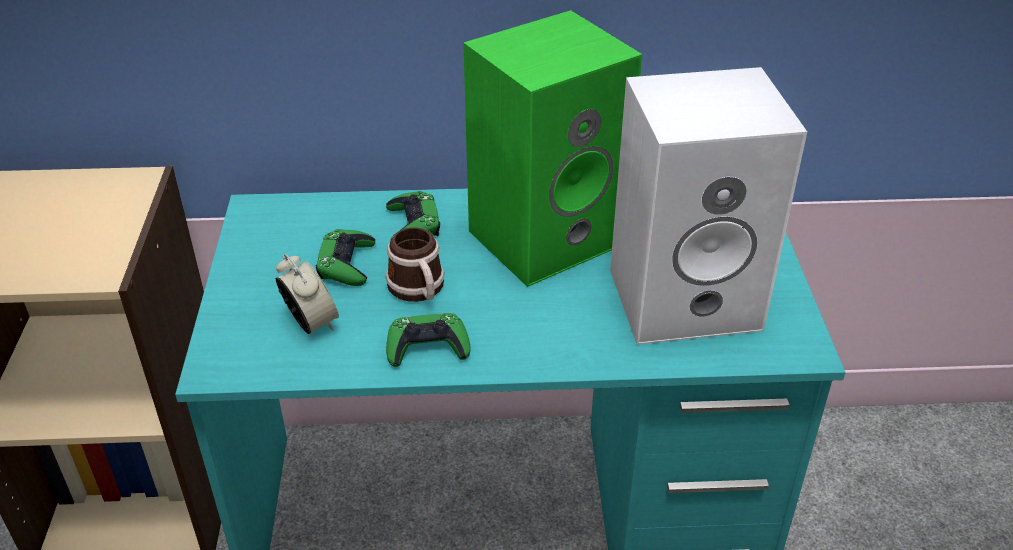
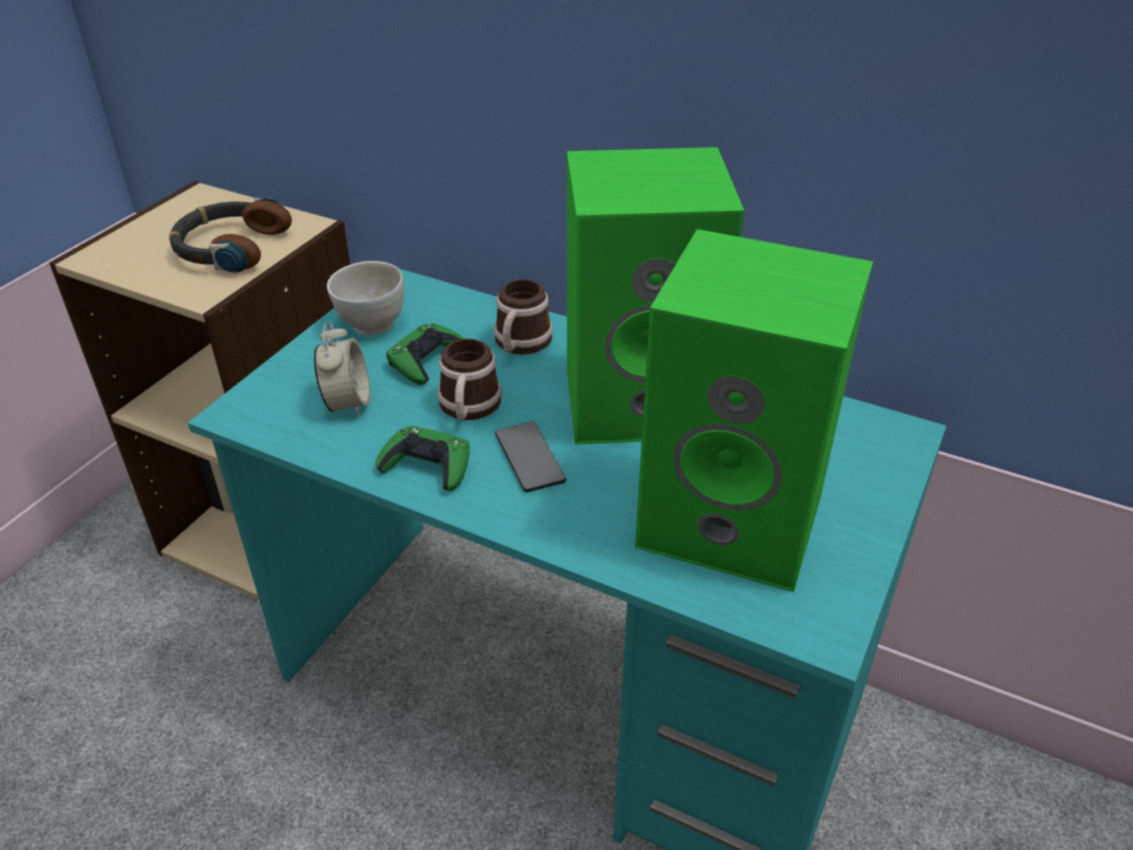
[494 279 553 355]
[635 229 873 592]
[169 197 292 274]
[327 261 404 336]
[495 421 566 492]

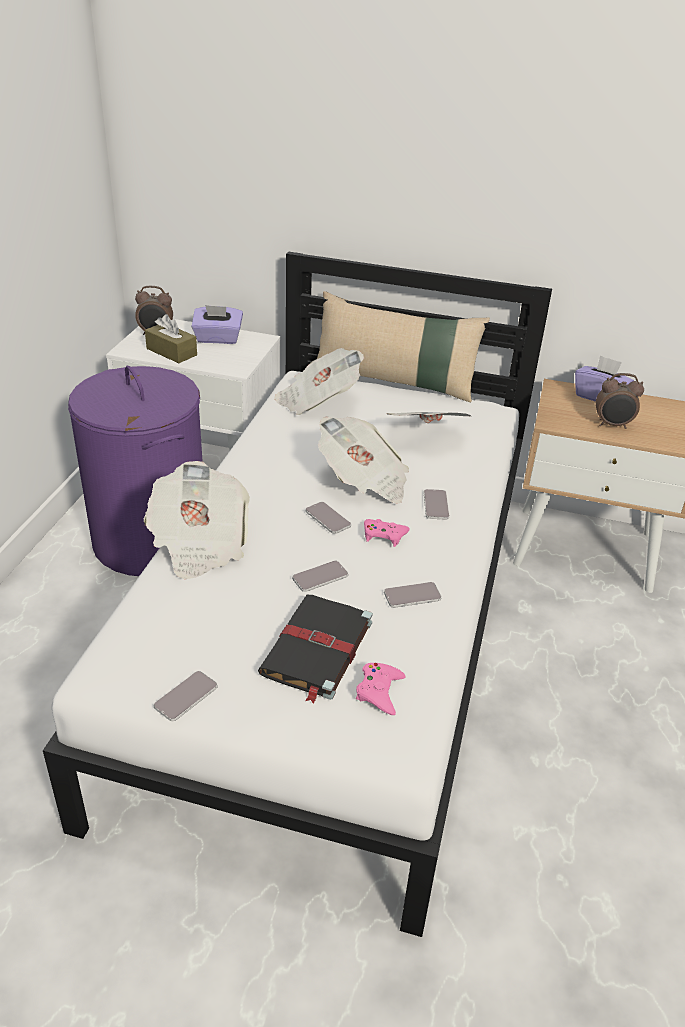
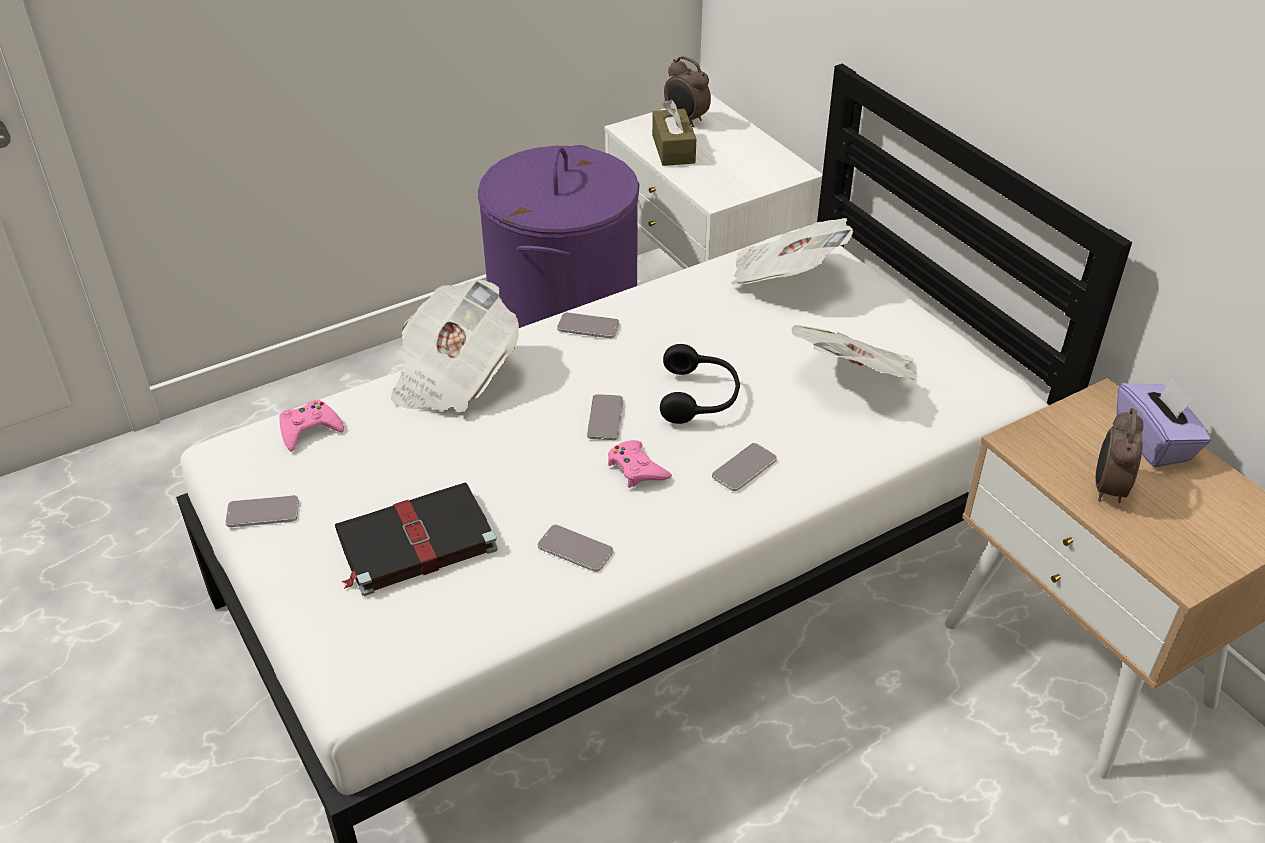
[191 305 243 344] (first image)
[557 312 620 338]
[317 291 490 402] (first image)
[660 344 740 424]
[279 400 344 452]
[1096 408 1143 503]

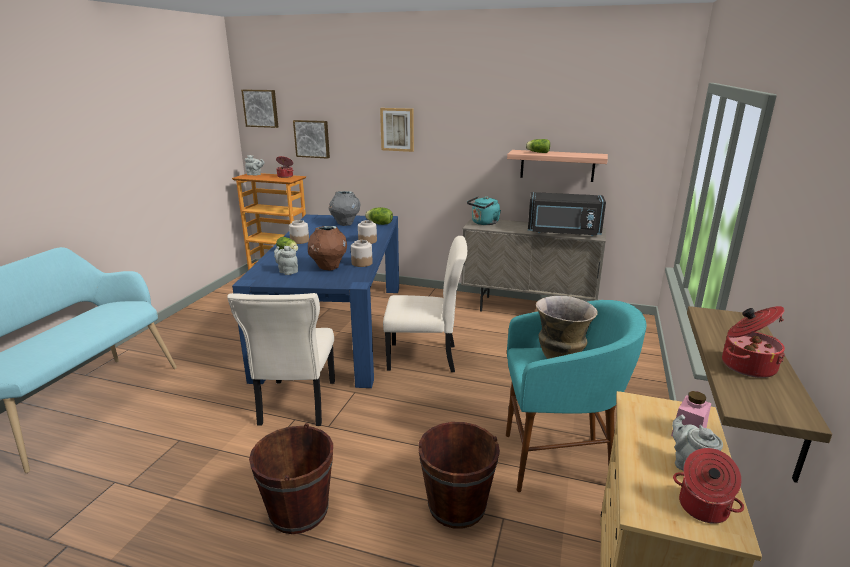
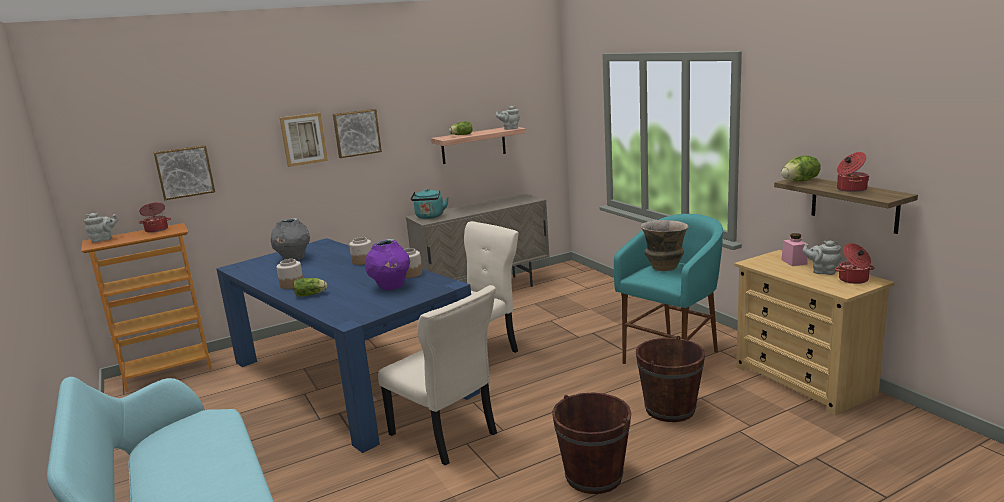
[333 109 382 158]
[496 106 520 130]
[365 239 410 290]
[781 156 821 182]
[528 192 606 236] (first image)

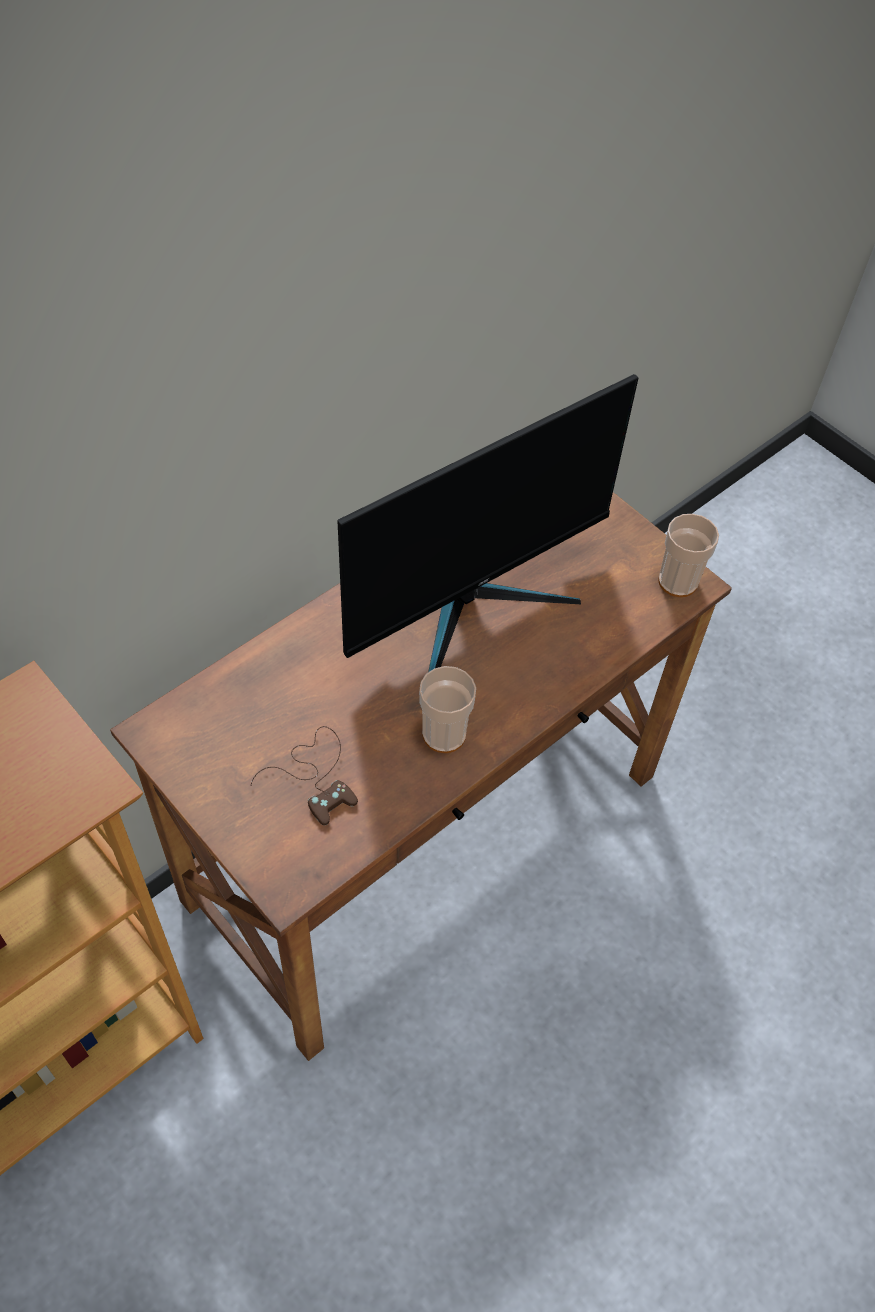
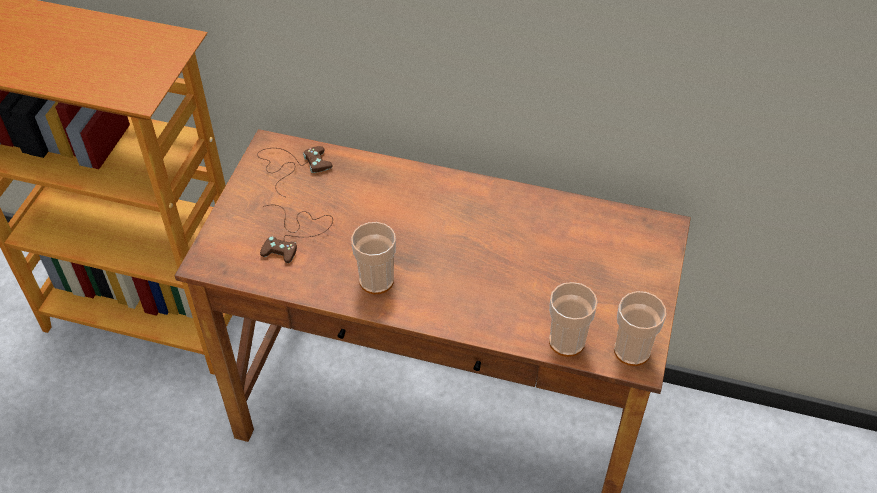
[337 374 639 672] (first image)
[257 146 332 197]
[549 282 597 357]

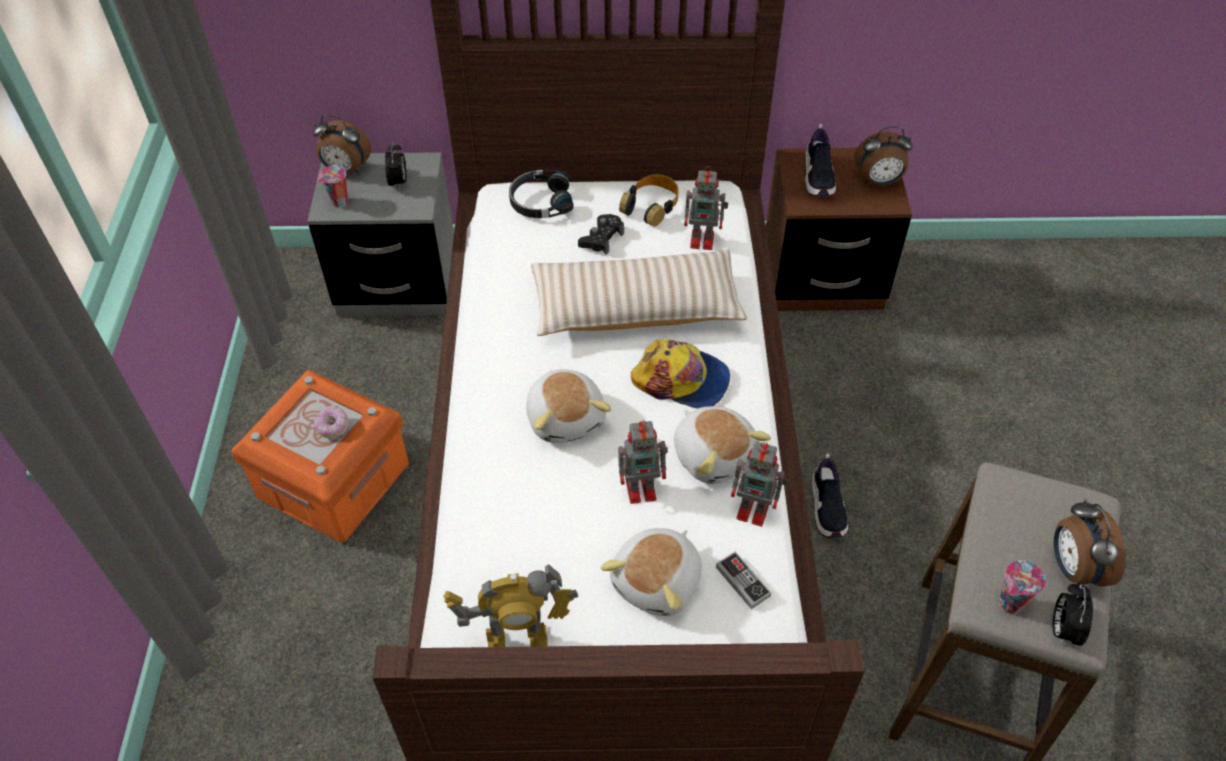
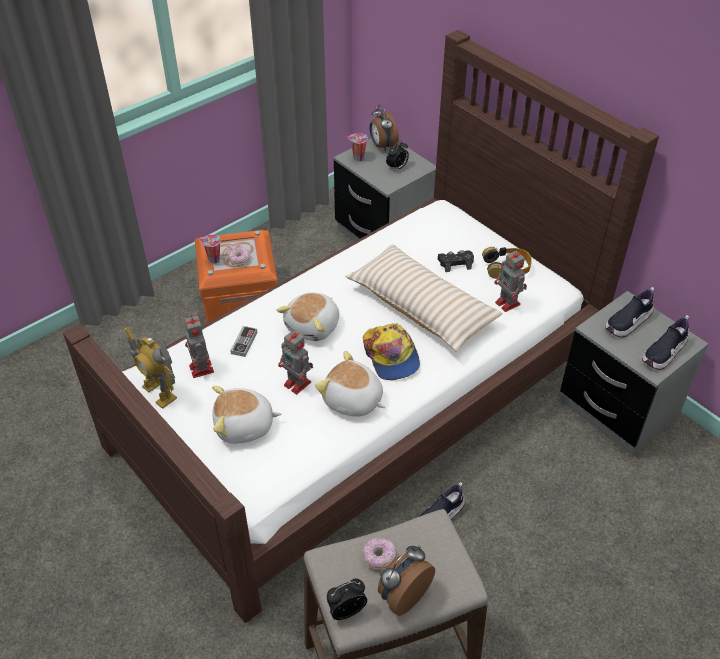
[509 170 573 218] (first image)
[315 351 385 417]
[230 326 257 357]
[185 315 214 378]
[560 291 708 456]
[642 315 689 370]
[199 234 221 264]
[363 538 396 570]

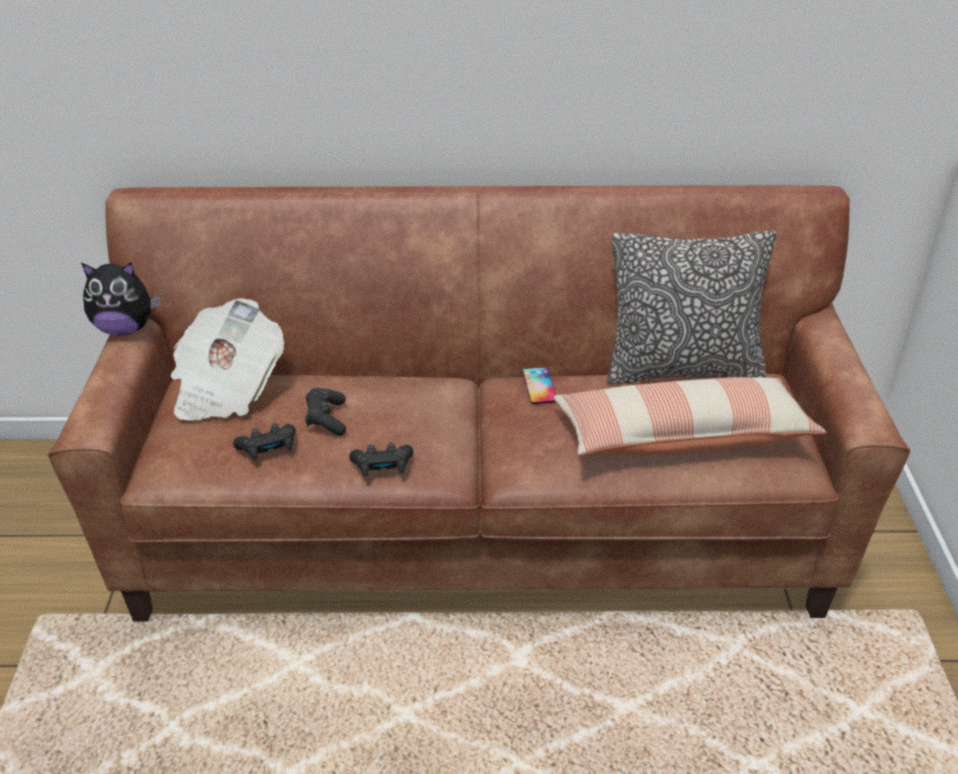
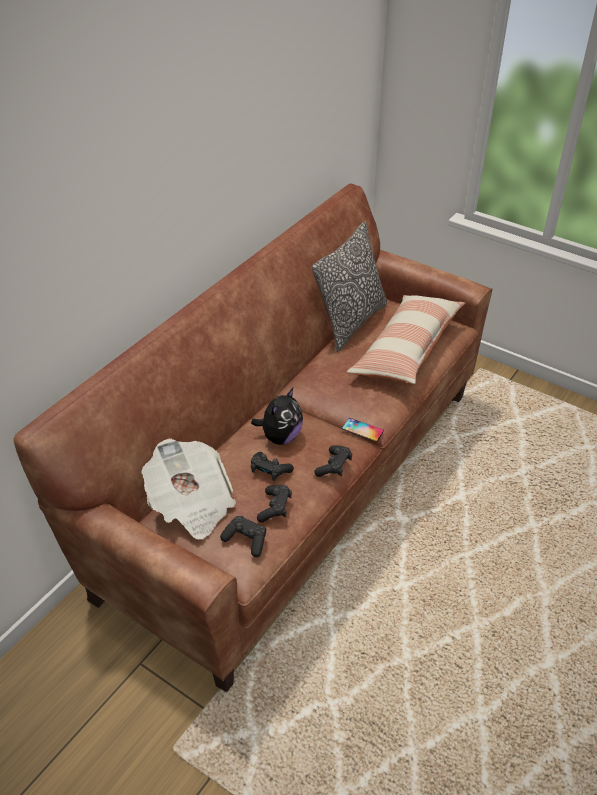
[251 388 303 445]
[342 418 384 442]
[220 516 266 557]

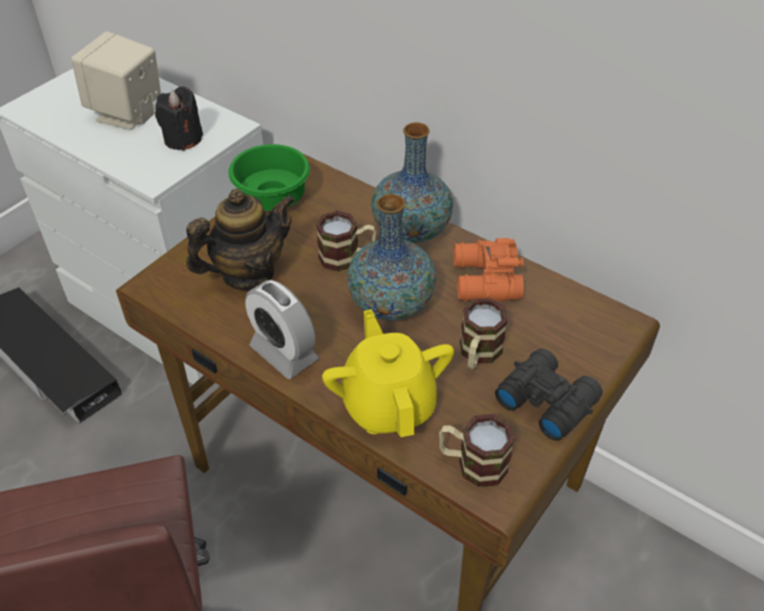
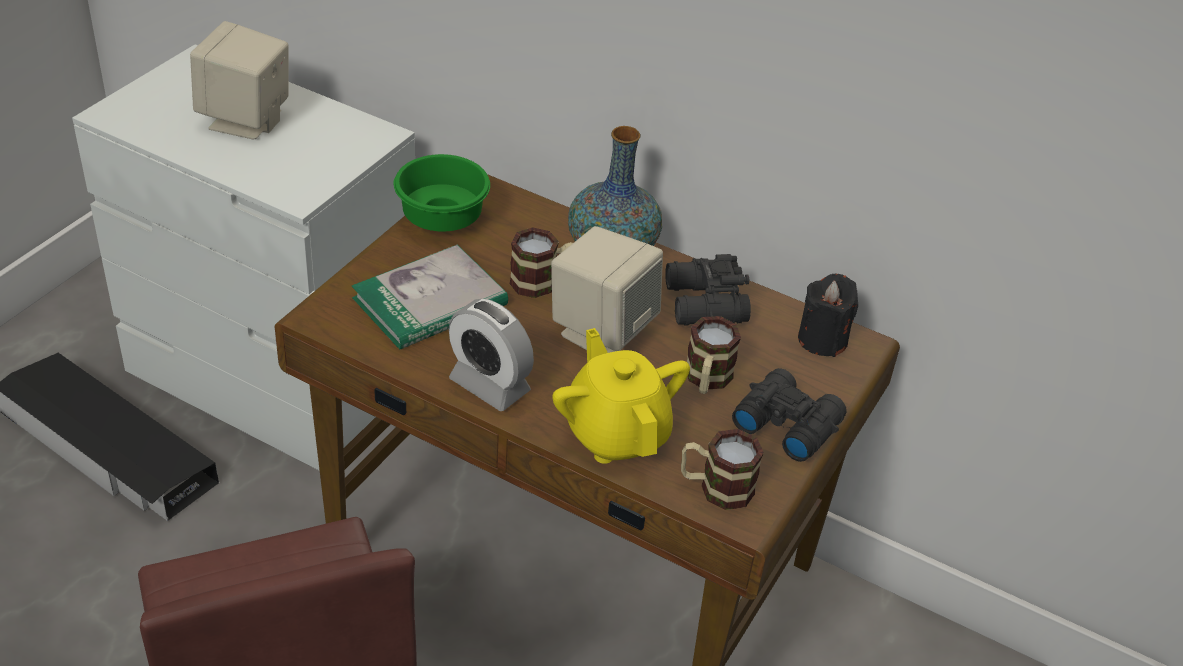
[798 274 858 357]
[352 245 508 350]
[551 226 663 353]
[665 254 751 326]

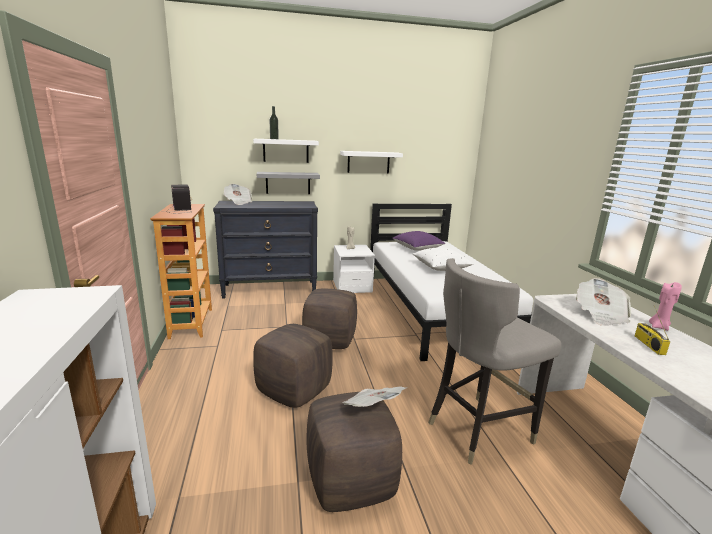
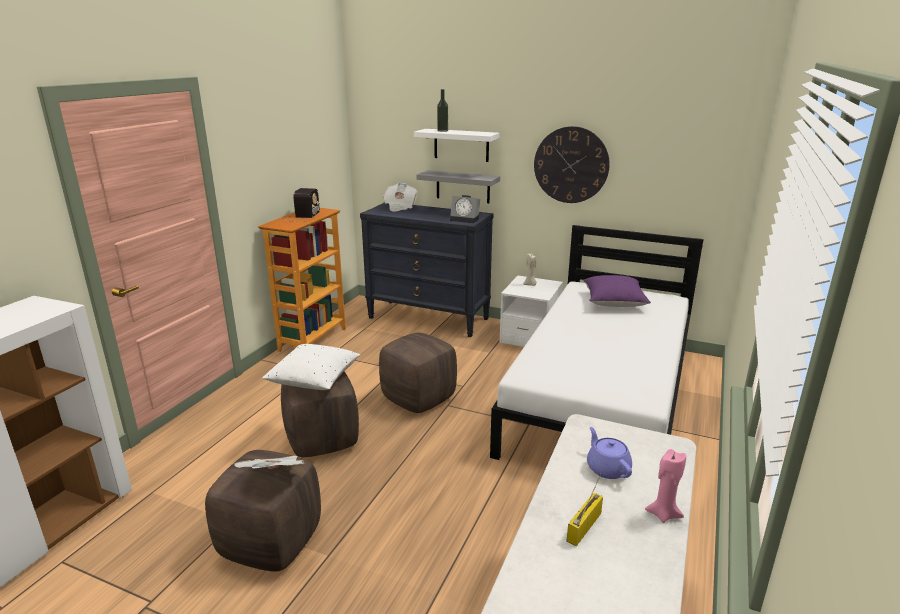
[534 126 610 203]
[262 344 360 390]
[428 258 561 465] (first image)
[587 427 632 479]
[450 195 480 223]

